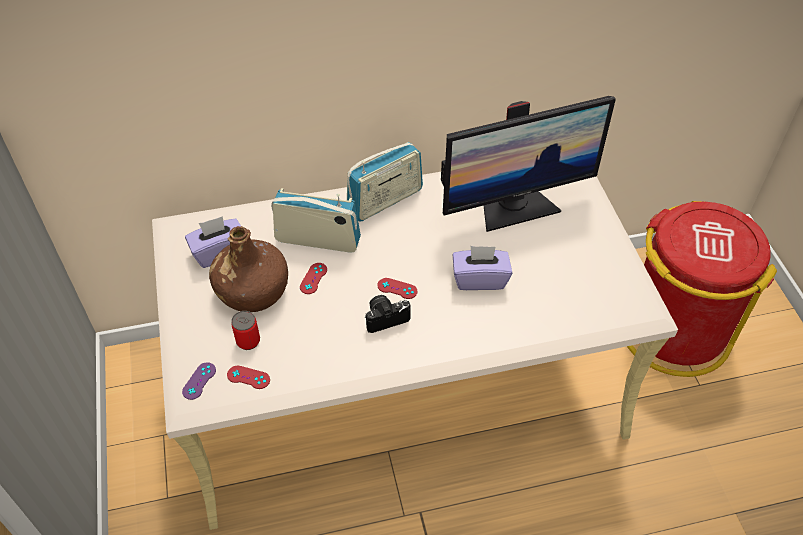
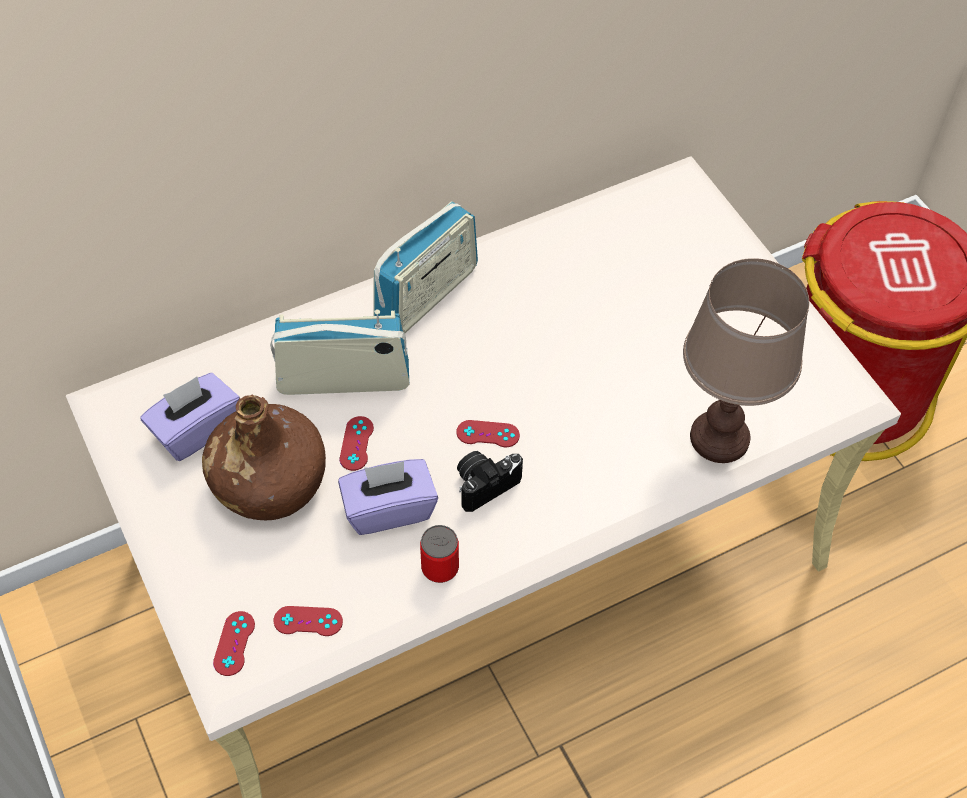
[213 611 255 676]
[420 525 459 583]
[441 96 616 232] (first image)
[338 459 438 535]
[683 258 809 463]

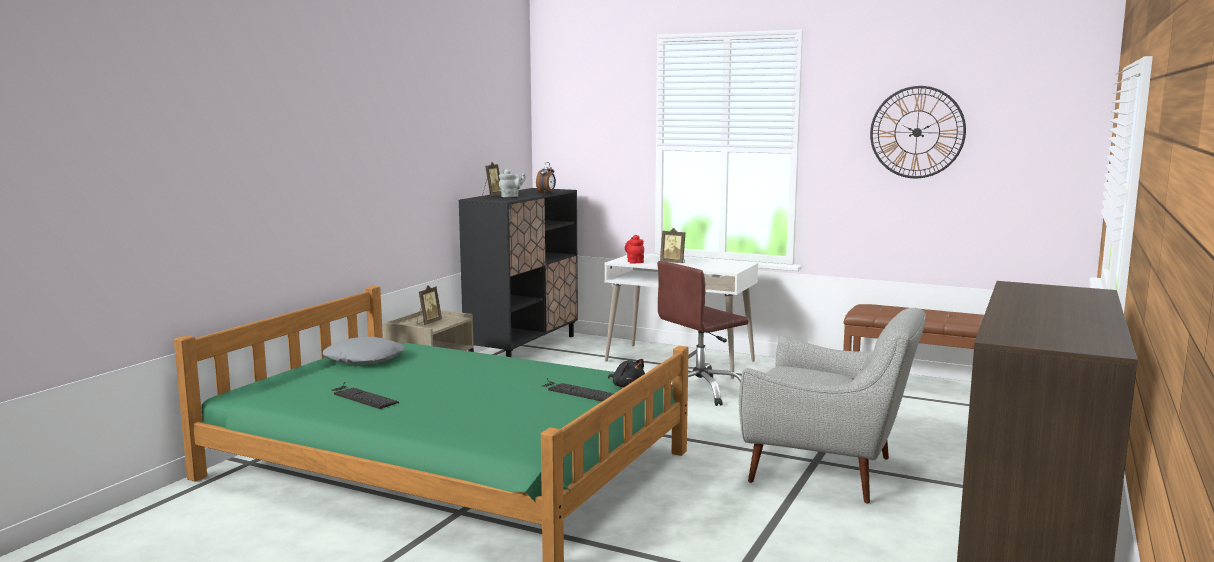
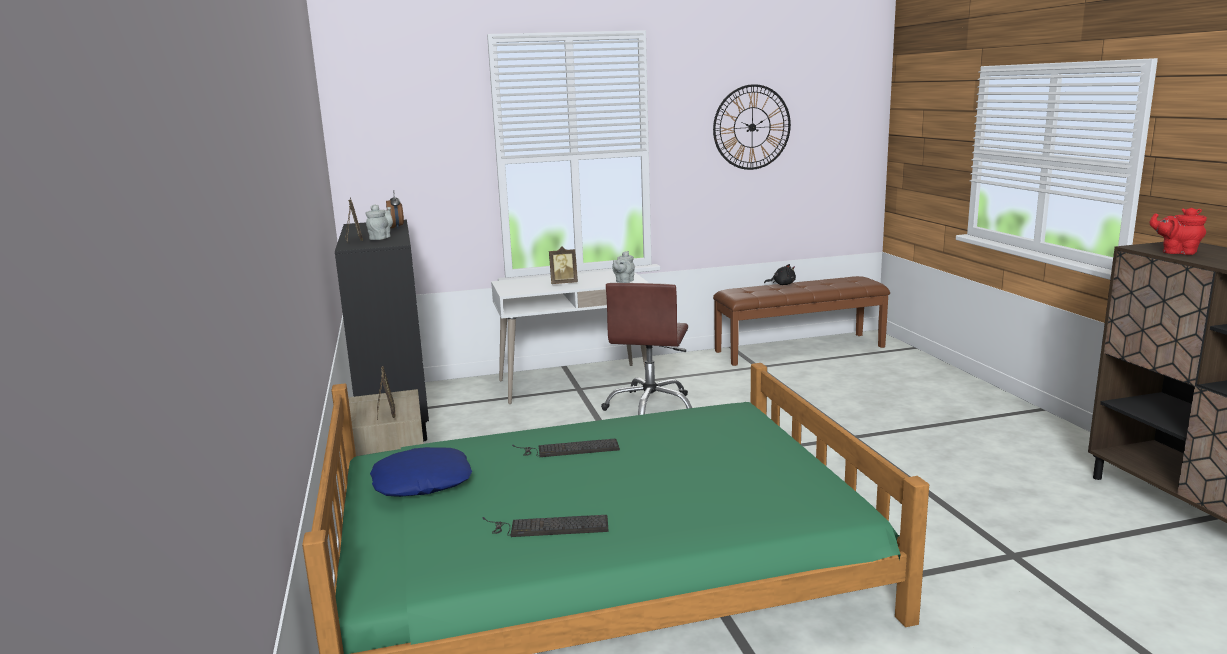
[370 447 472 497]
[512 439 620 457]
[764 264 796 285]
[1149 208 1207 255]
[739 308 926 504] (first image)
[612 251 635 283]

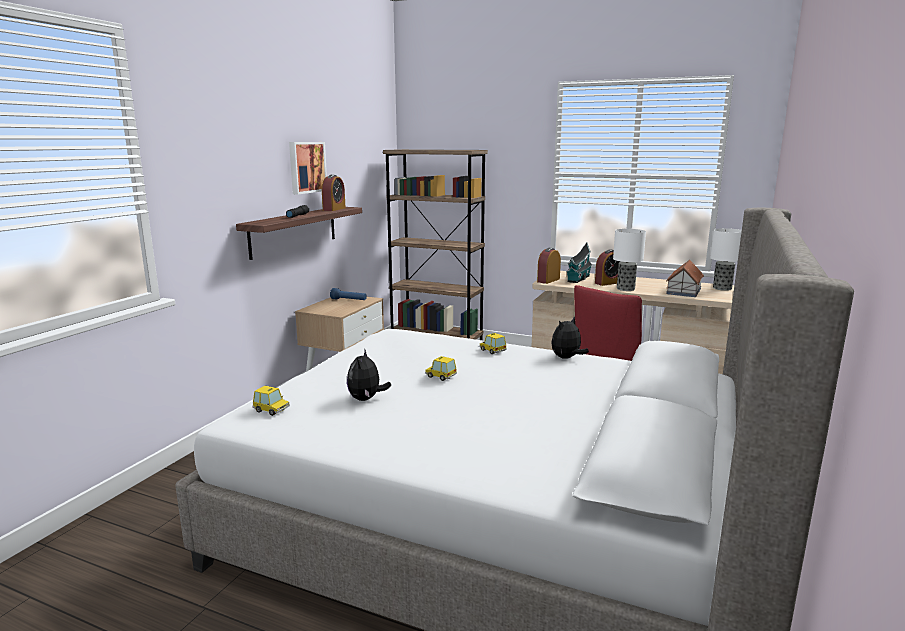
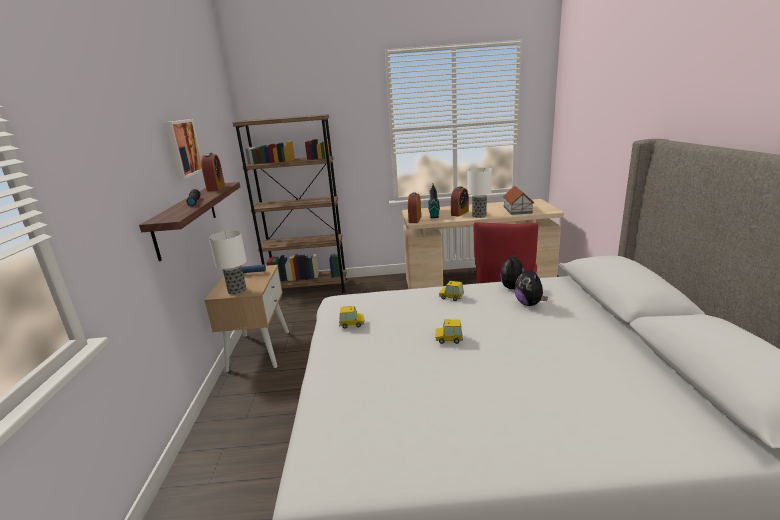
[339 306 365 328]
[514 266 548 306]
[209 231 247 295]

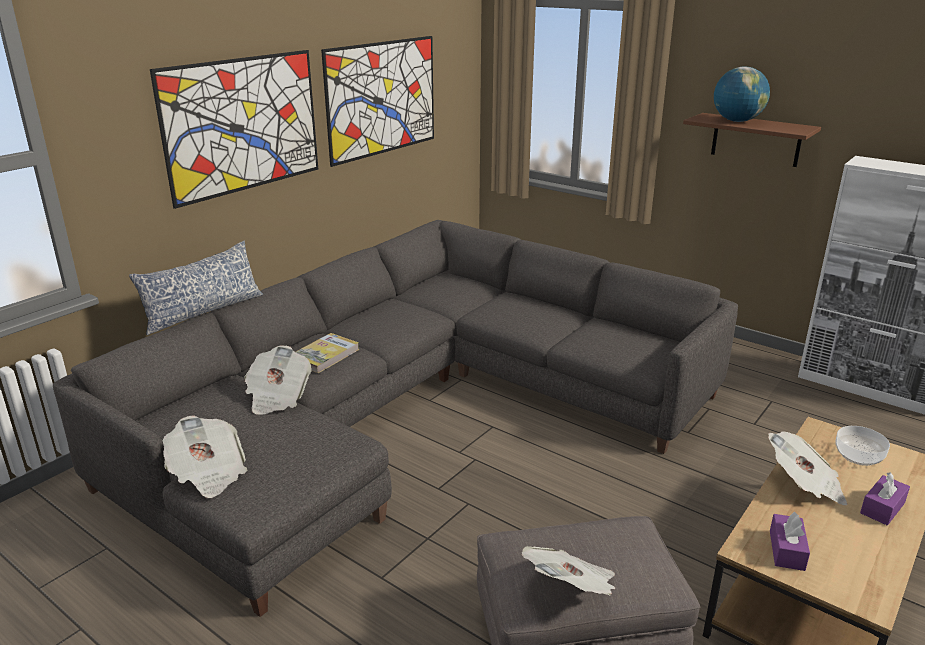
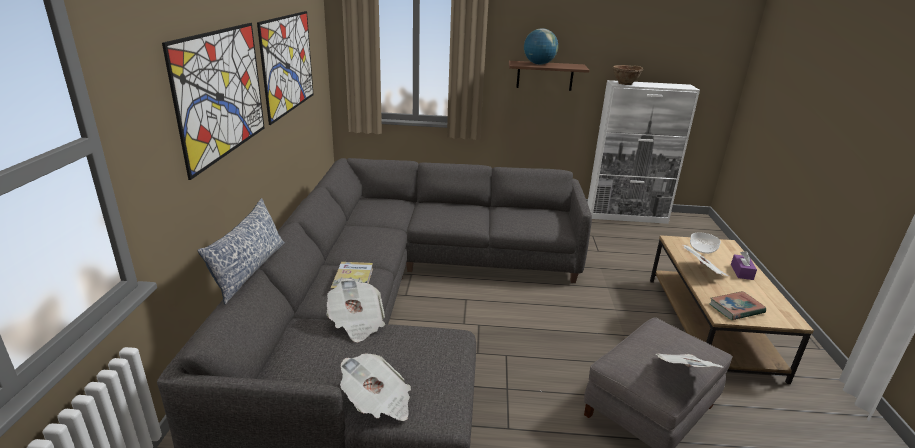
[709 291 766 320]
[612 65 643 85]

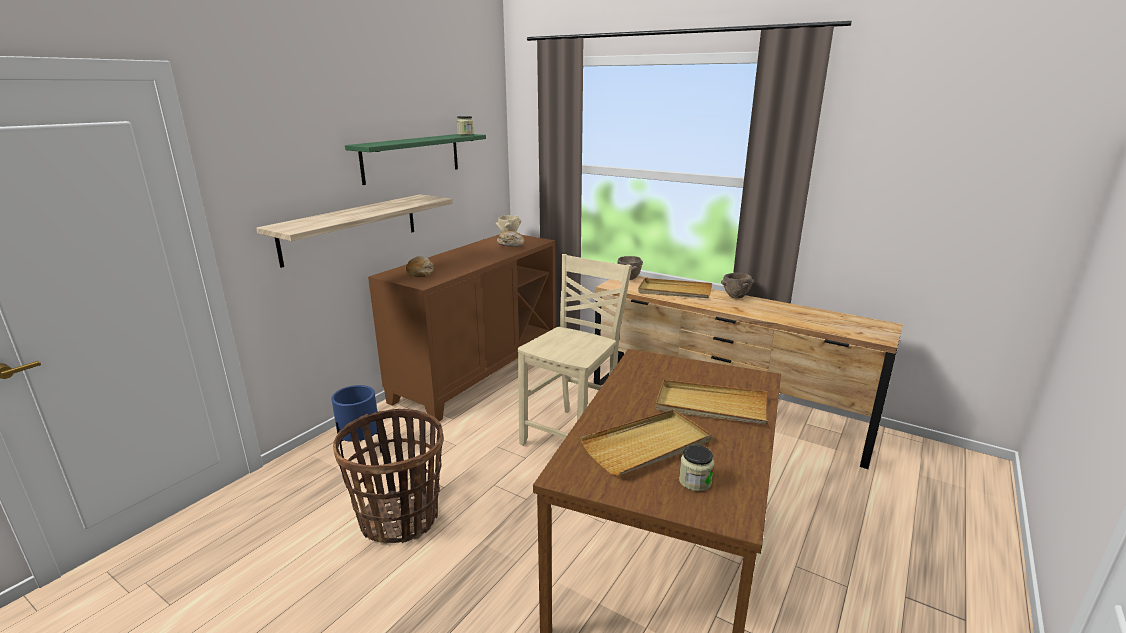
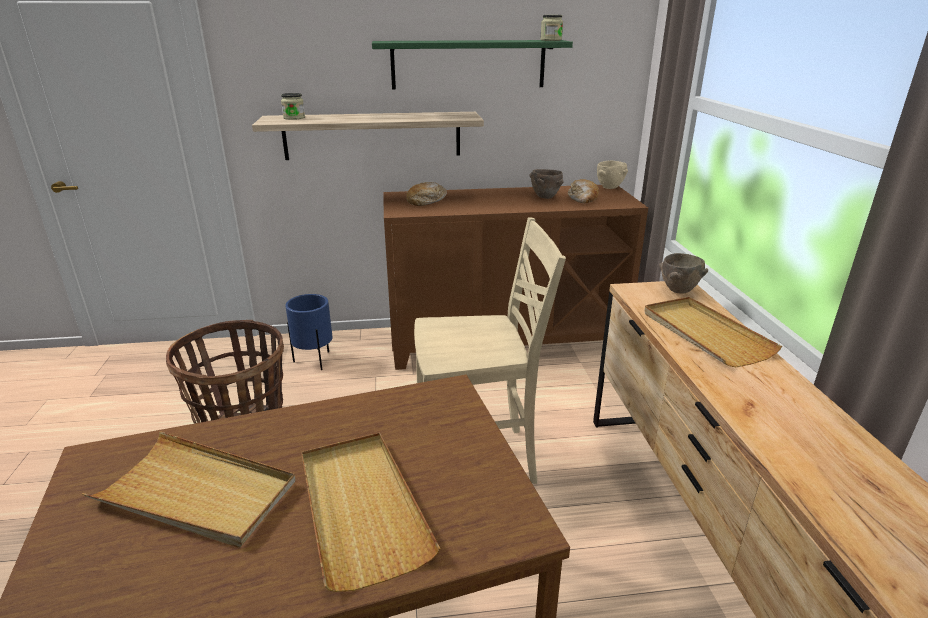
[281 93 305 120]
[529 169 564 199]

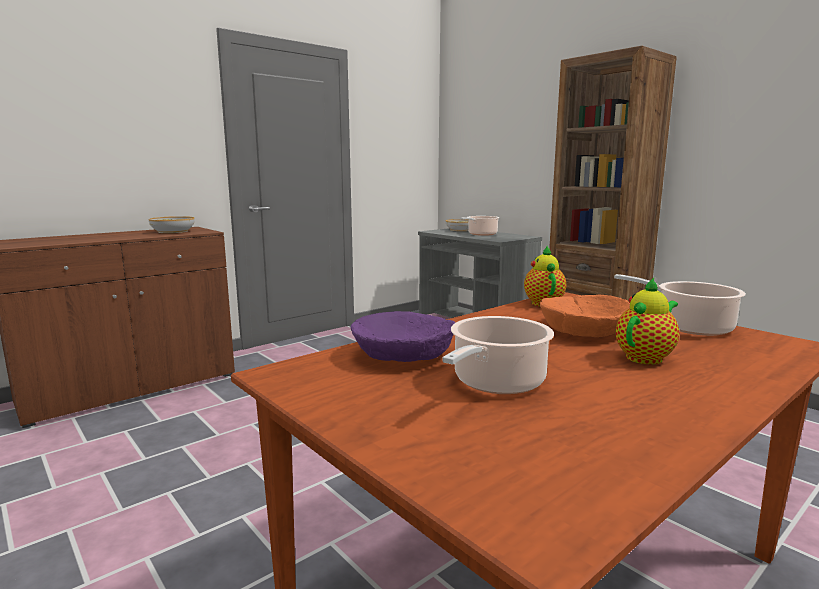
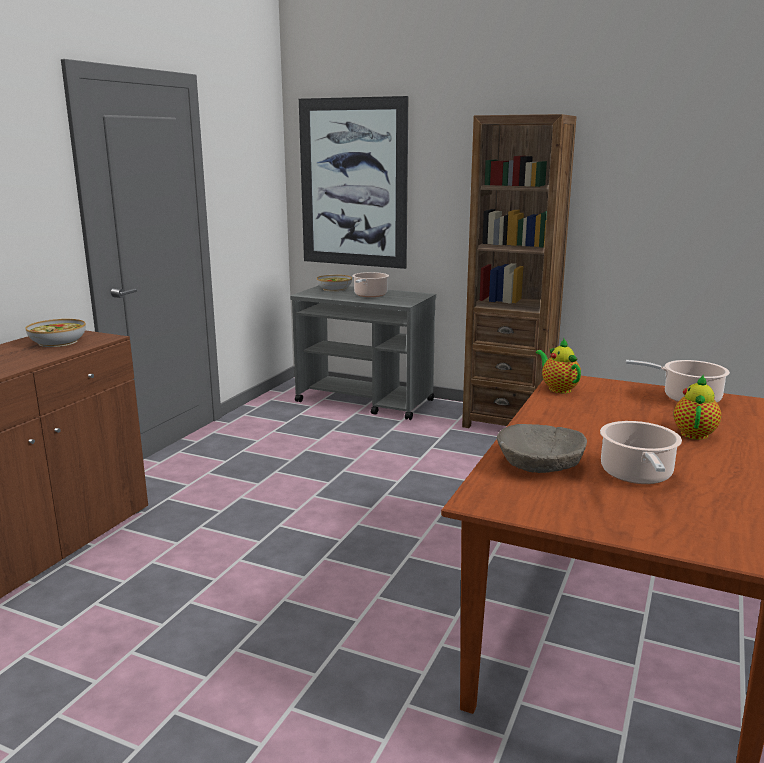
[497 424 587 473]
[540 295 630 337] (first image)
[299 96 408 269]

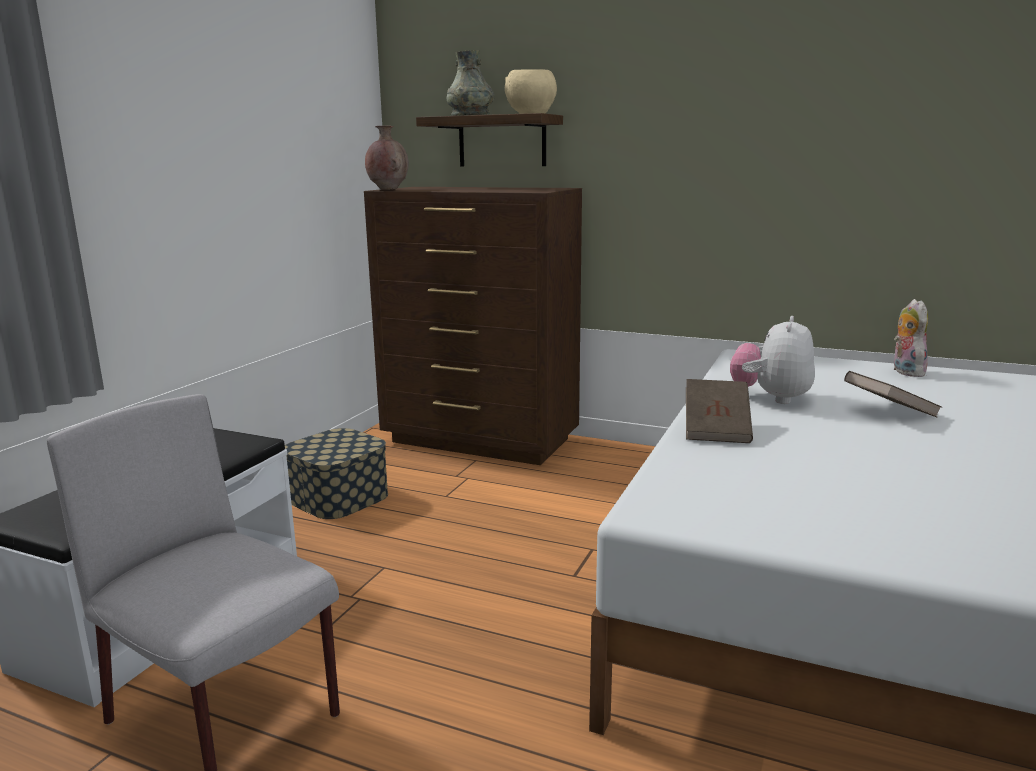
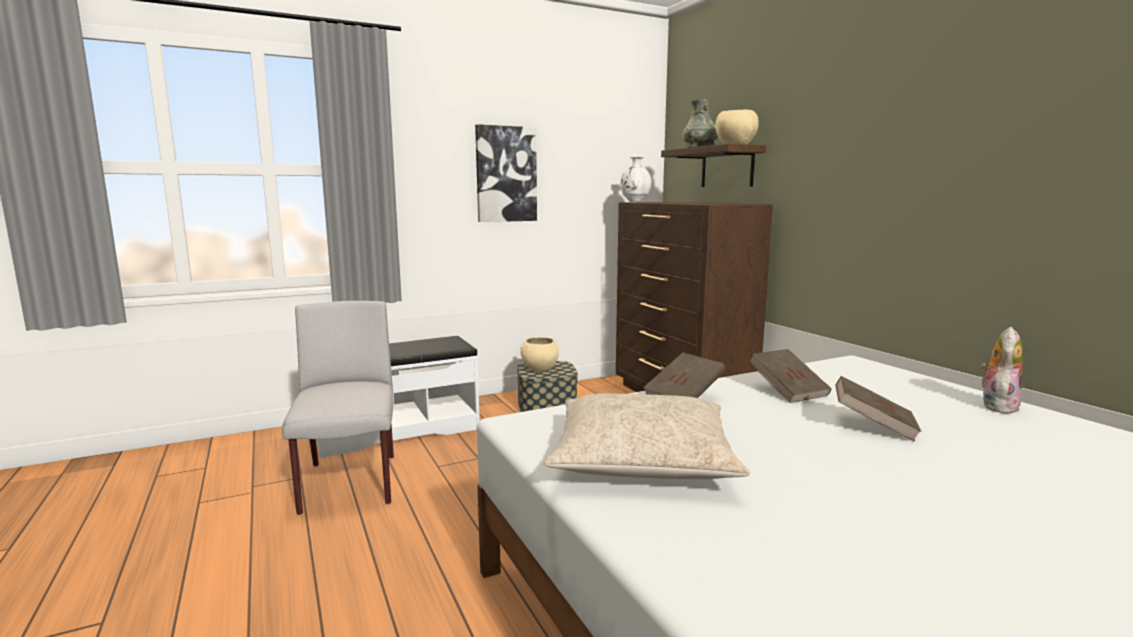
[620 157 651 202]
[749 349 831 403]
[475 124 537 222]
[520 337 559 372]
[544 394 750 479]

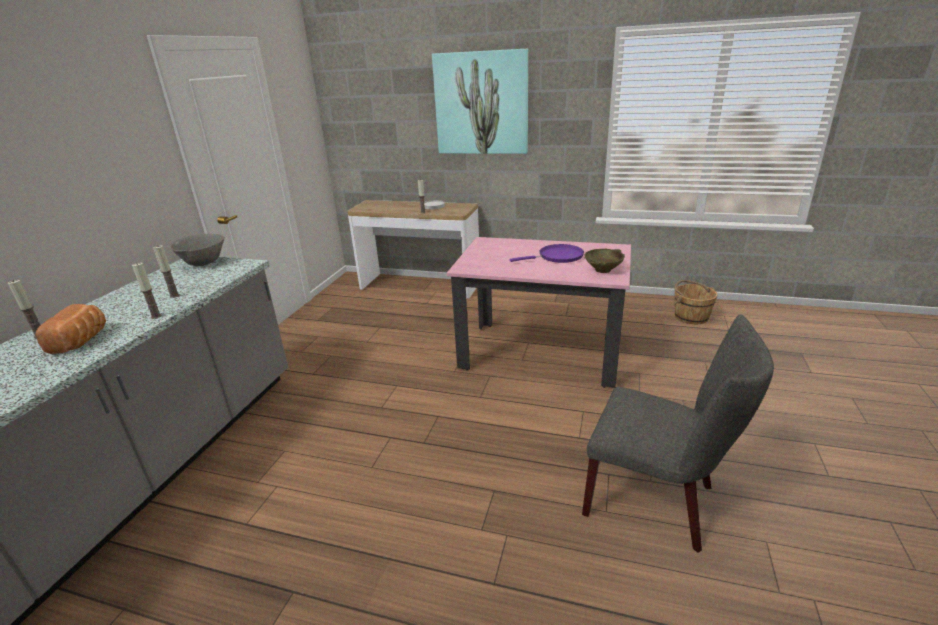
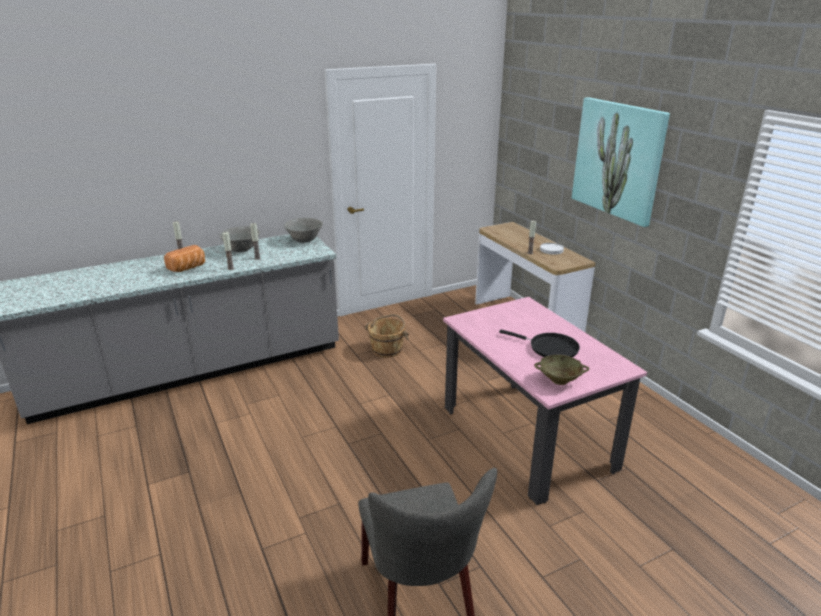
[499 330 580 357]
[365 314 409 358]
[220 226 260 252]

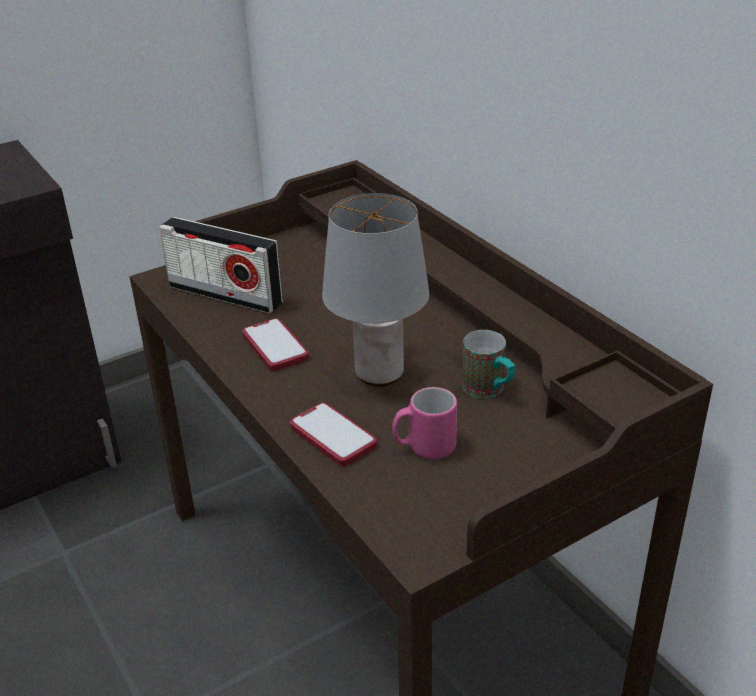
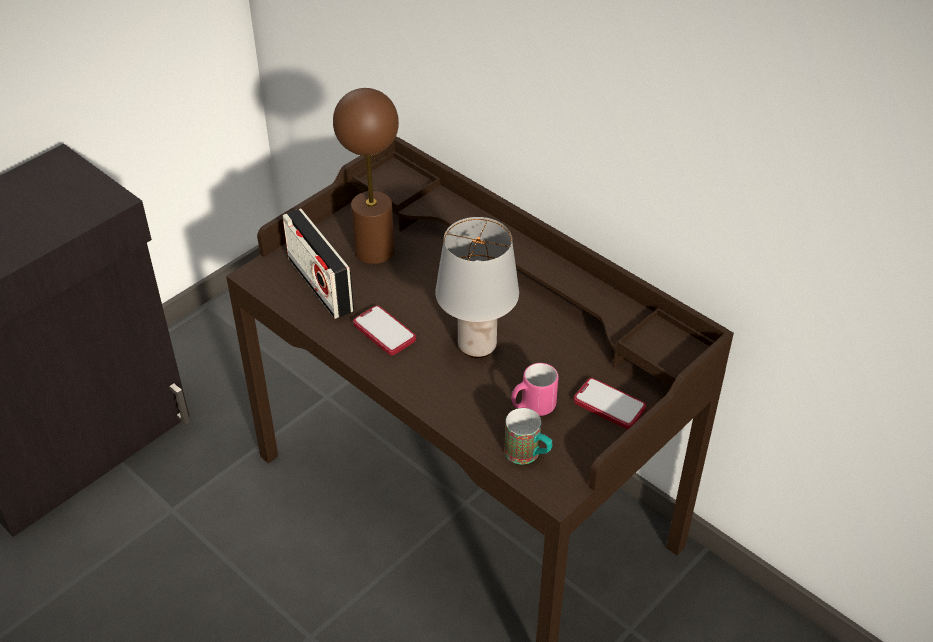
[283 208 354 319]
[573 378 646 429]
[504 408 552 464]
[333 88 399 264]

